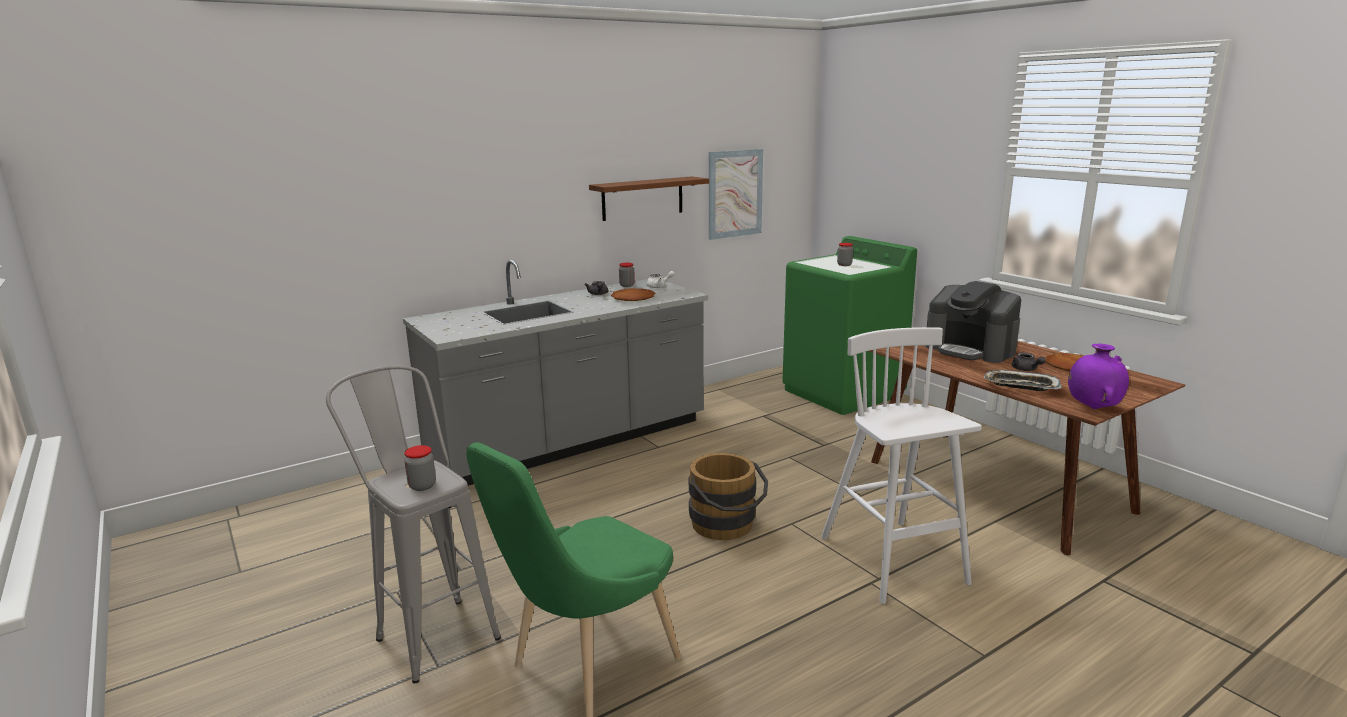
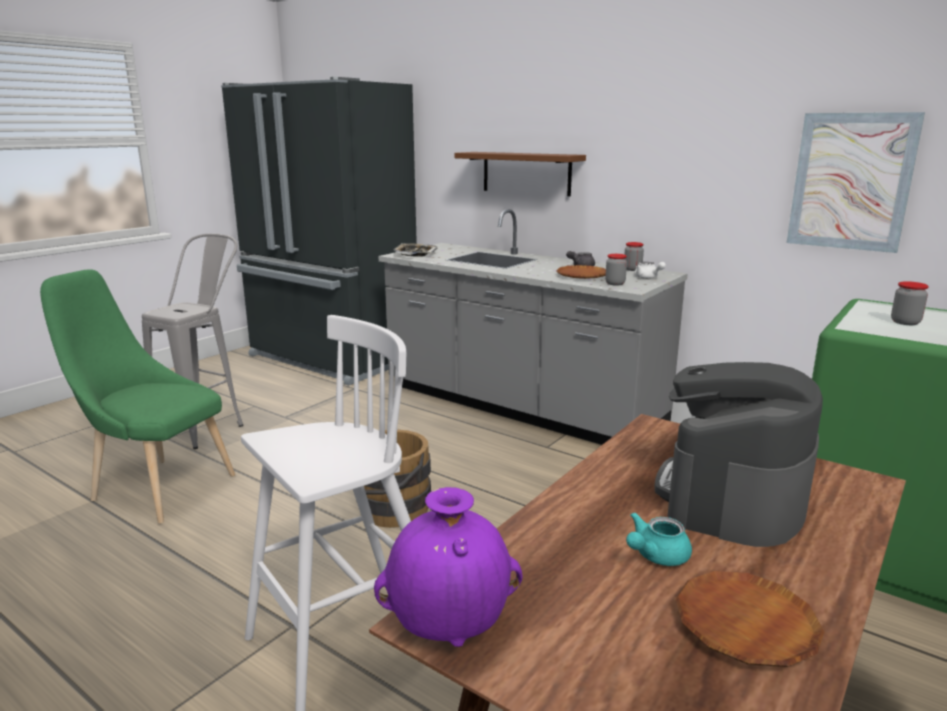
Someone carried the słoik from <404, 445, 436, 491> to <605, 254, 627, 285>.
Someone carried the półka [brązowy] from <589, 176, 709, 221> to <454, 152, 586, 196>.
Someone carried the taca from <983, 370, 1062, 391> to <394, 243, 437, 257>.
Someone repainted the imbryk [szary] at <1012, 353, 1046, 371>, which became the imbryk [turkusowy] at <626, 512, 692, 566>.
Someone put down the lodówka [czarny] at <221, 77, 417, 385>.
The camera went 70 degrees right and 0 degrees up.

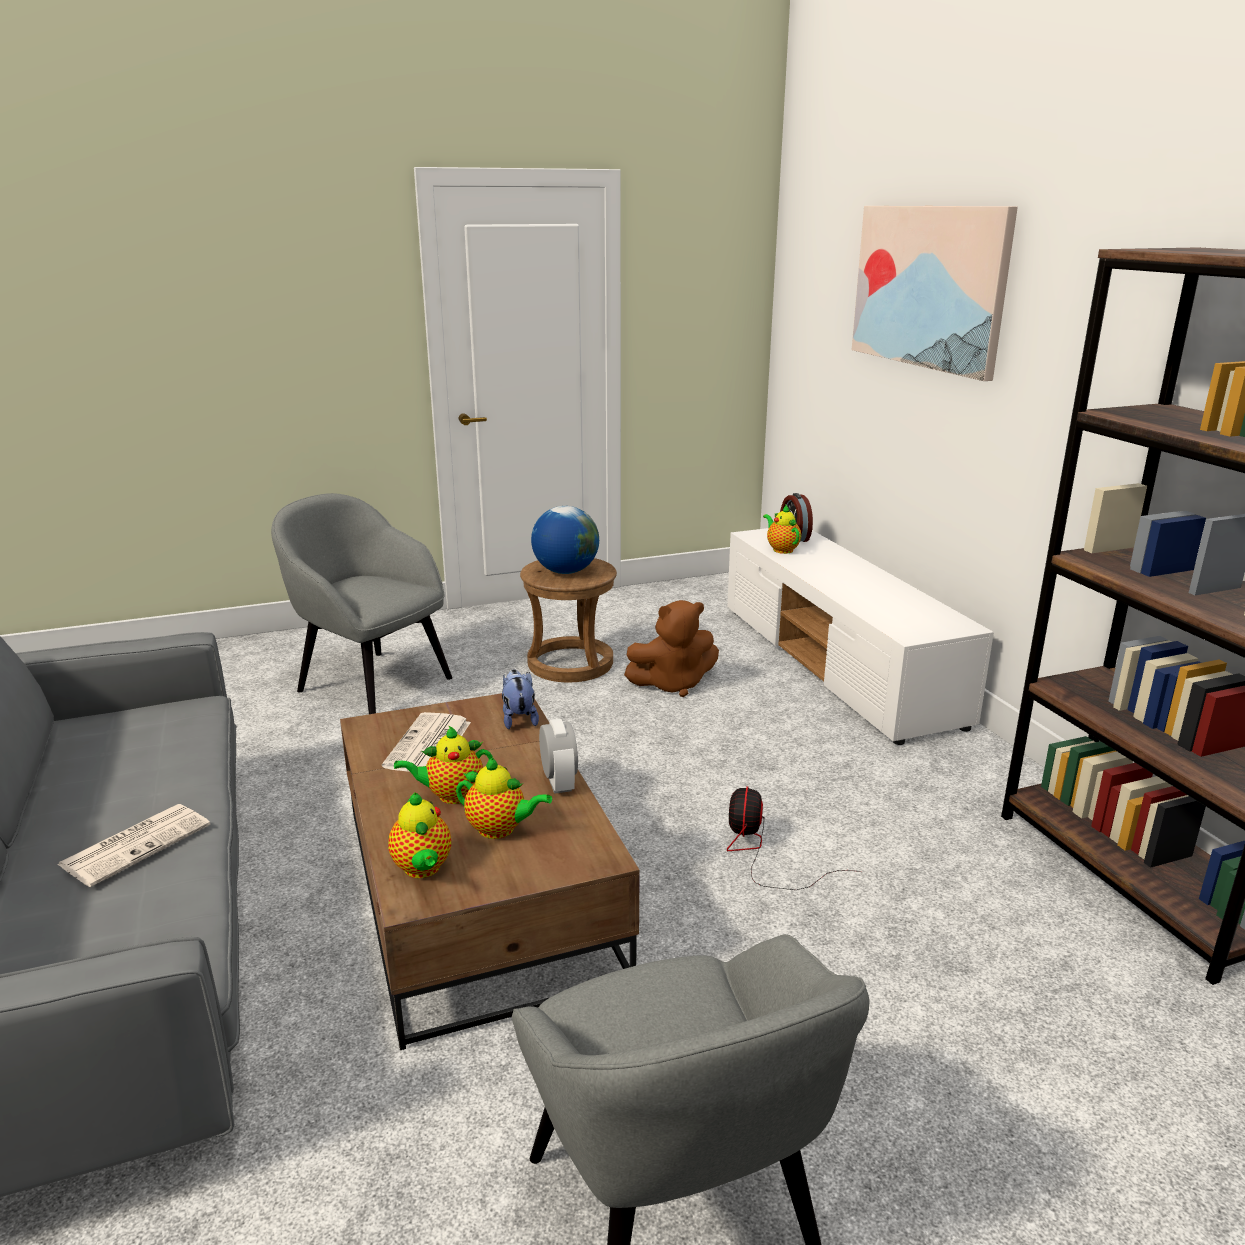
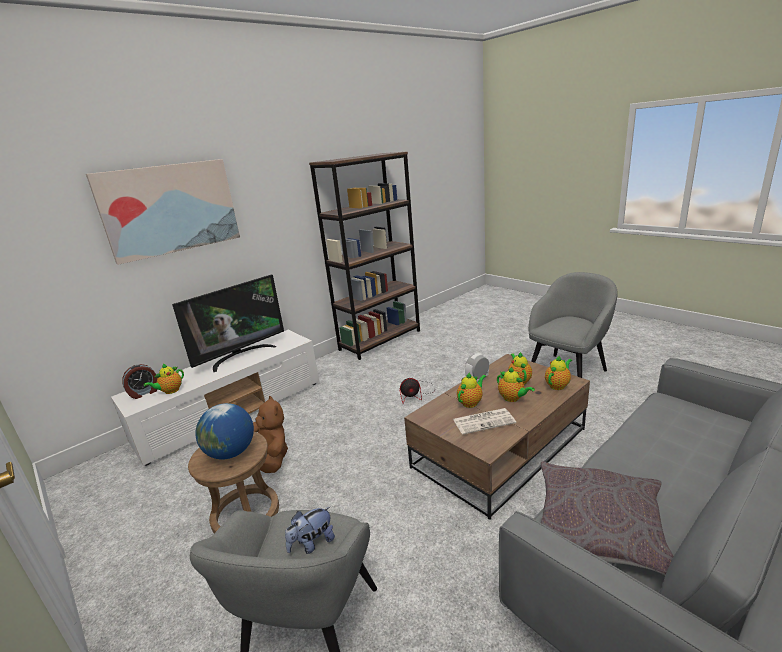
Someone took away the gazeta at <57, 804, 210, 887>.
Someone carried the pluszak from <502, 669, 539, 729> to <285, 506, 335, 554>.
Someone put down the telewizor at <172, 275, 284, 372>.
Someone put down the imbryk at <457, 372, 486, 408>.
Someone put down the poduszka [szary] at <541, 461, 674, 575>.
The camera went 110 degrees left and 0 degrees up.

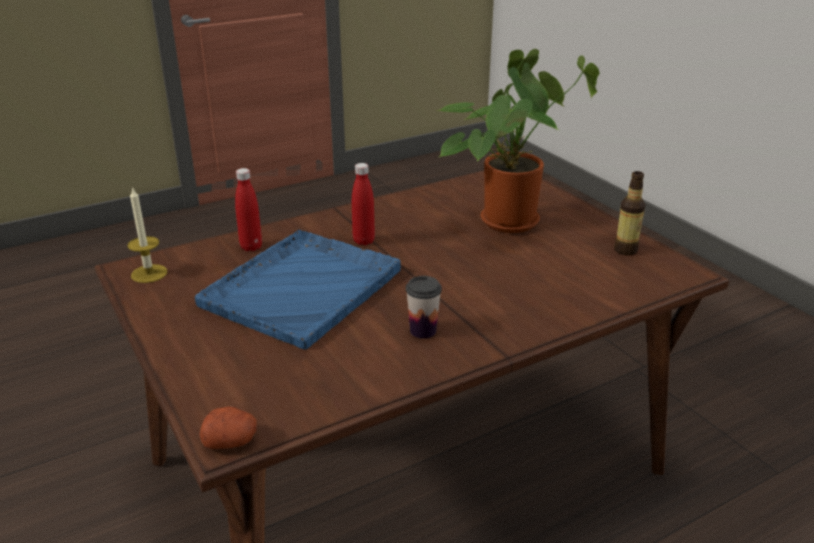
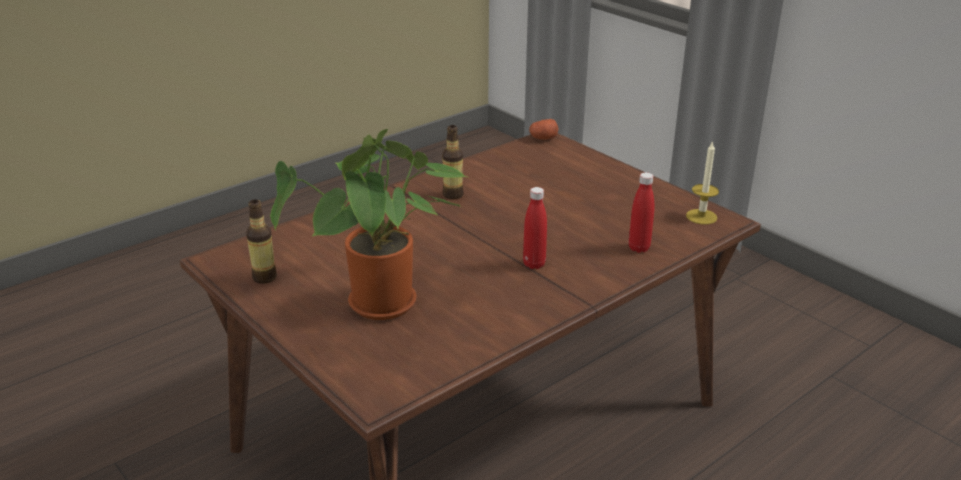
Someone took away the taca [niebieski] at <195, 230, 401, 350>.
Someone swapped the filiżanka at <406, 276, 442, 338> for the butelka at <442, 125, 464, 199>.
The camera went 170 degrees right and 0 degrees up.

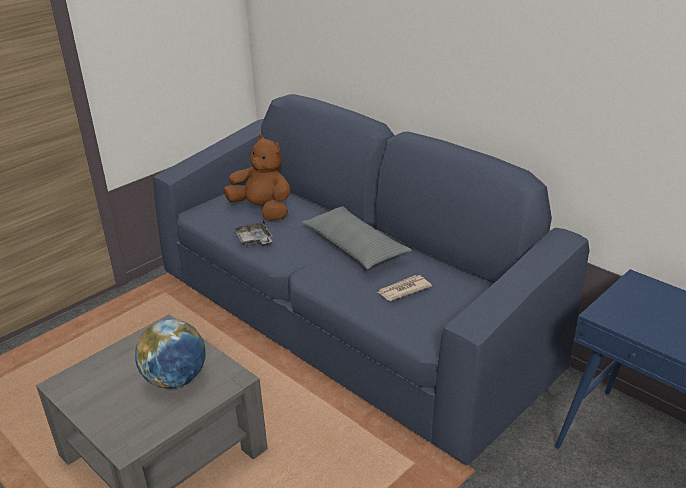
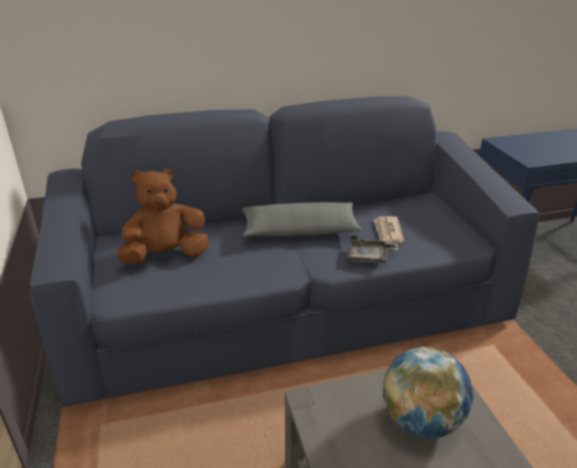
Someone carried the taca [szary] from <233, 219, 273, 246> to <348, 235, 398, 263>.
The camera went 60 degrees left and 0 degrees up.

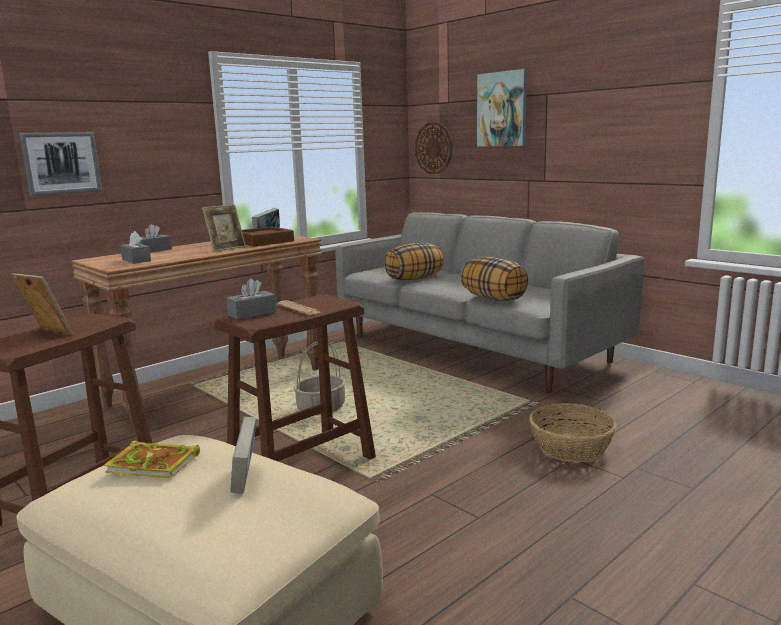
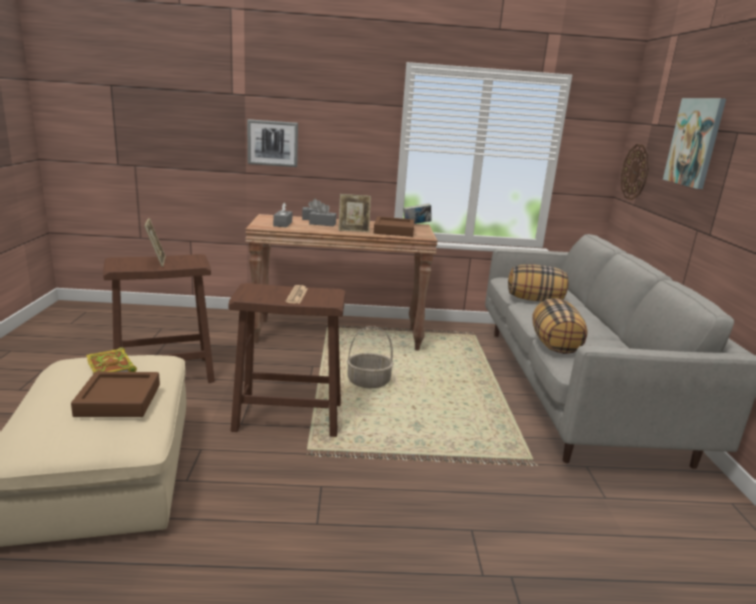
Someone carried the pudełko chusteczek [szary] from <226, 278, 276, 320> to <309, 203, 337, 226>.
Someone swapped the książka at <231, 417, 256, 494> for the taca [brązowy] at <71, 372, 160, 417>.
Someone took away the koszyk at <529, 403, 617, 462>.
The camera went 40 degrees right and 5 degrees up.

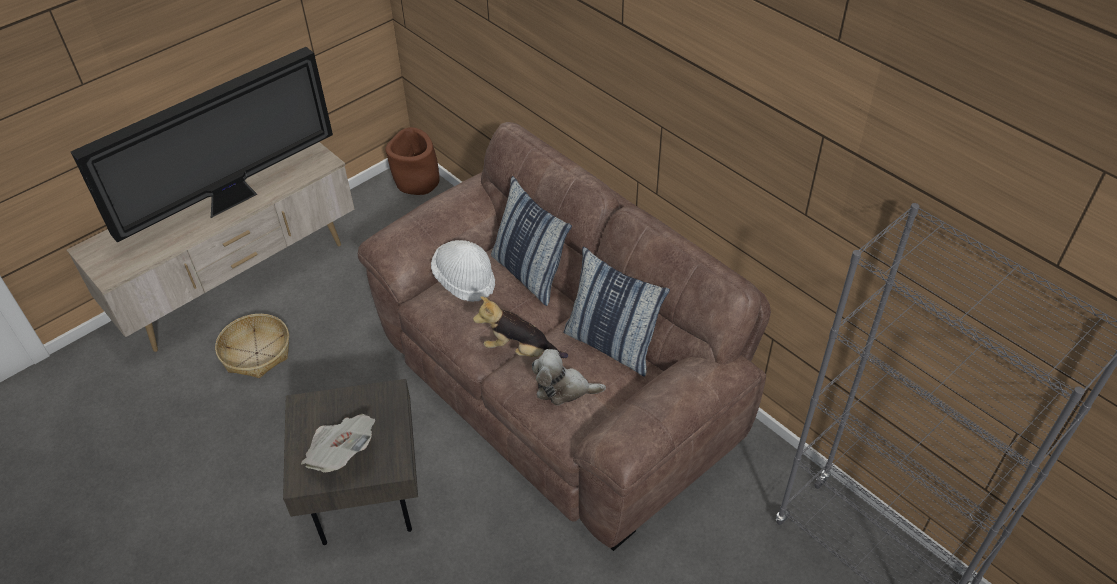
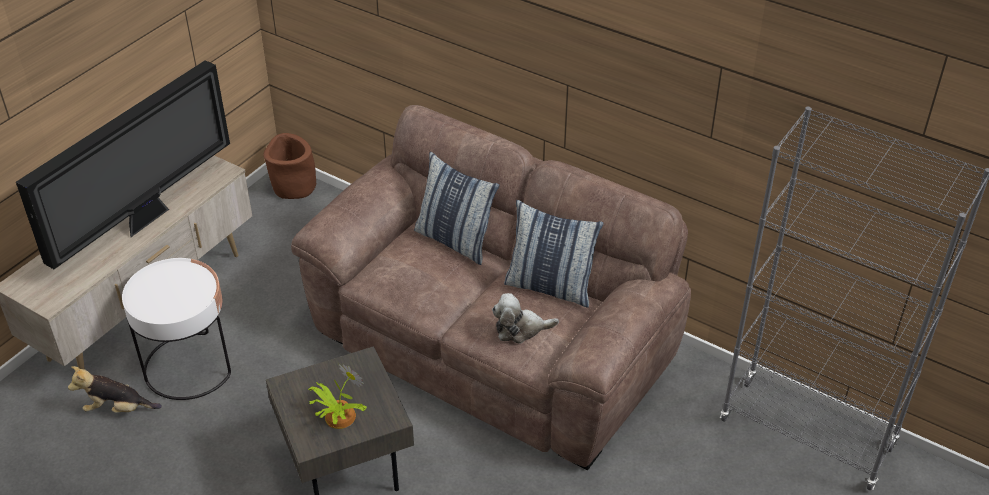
Someone swapped the koszyk at <215, 314, 289, 378> for the stolik [biały] at <122, 258, 231, 400>.
Someone swapped the gazeta at <301, 414, 375, 473> for the roślina doniczkowa at <308, 364, 367, 429>.
Someone took away the kapelusz [biały] at <431, 240, 495, 302>.
Someone carried the pluszak from <473, 296, 568, 358> to <68, 366, 162, 413>.
The camera went 15 degrees left and 5 degrees down.

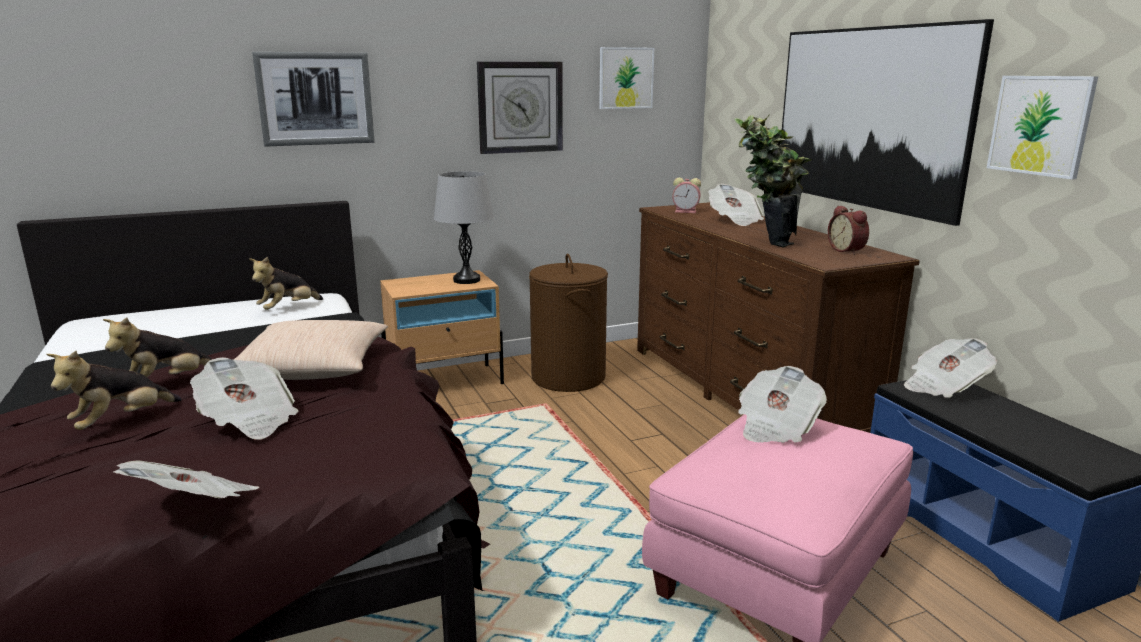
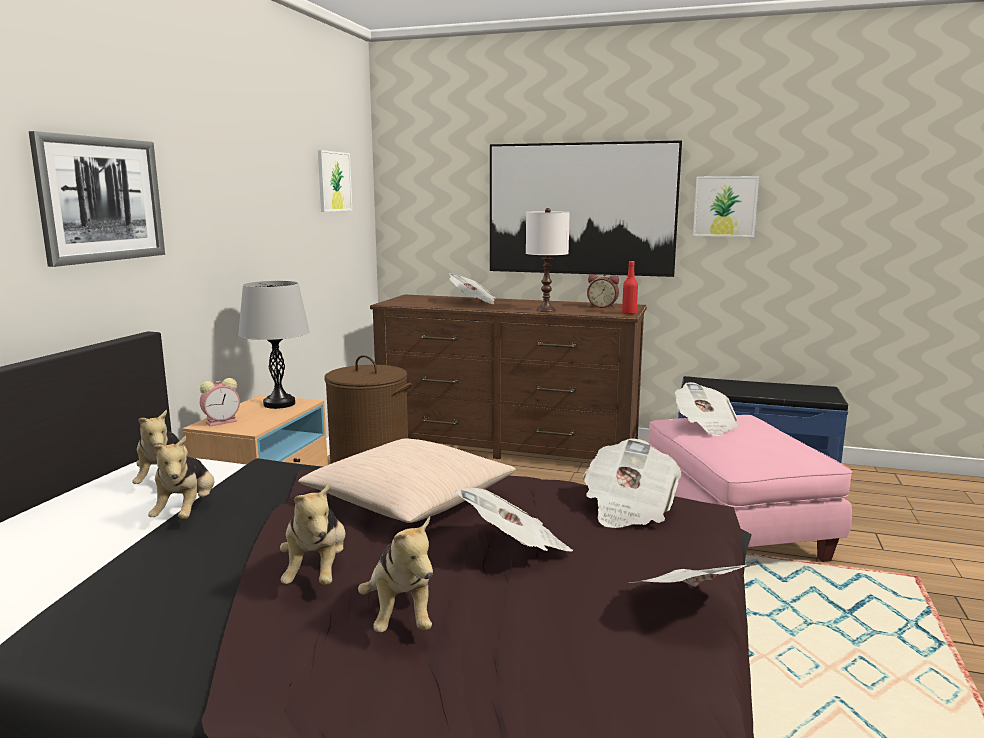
Someone took away the zegar ścienny at <477, 61, 563, 154>.
Someone carried the budzik from <672, 178, 701, 213> to <200, 378, 240, 426>.
Someone swapped the roślina doniczkowa at <734, 114, 812, 248> for the lampa stołowa [biały] at <526, 208, 570, 312>.
Someone carried the gazeta from <904, 338, 997, 398> to <583, 439, 682, 528>.
Someone put down the pluszak at <148, 436, 214, 519>.
Someone put down the butelka [czerwony] at <622, 261, 638, 314>.
The camera went 50 degrees left and 5 degrees down.

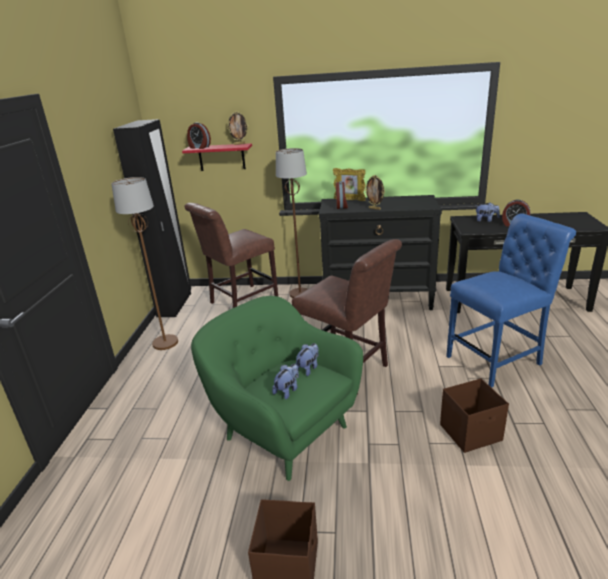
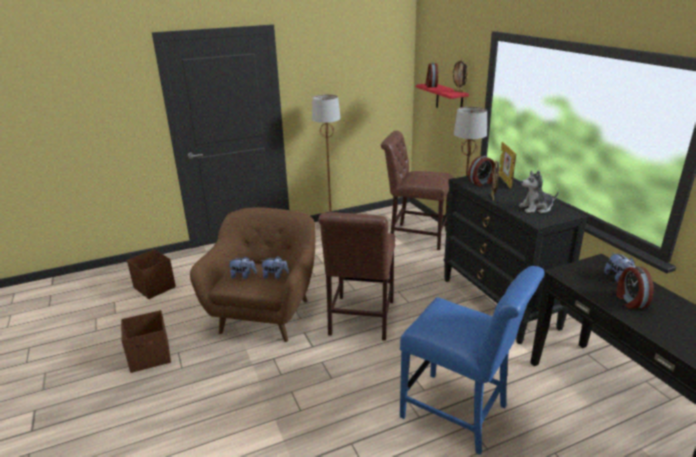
Someone took away the szafa [czarny] at <113, 119, 191, 317>.
Someone repainted the fotel [zielony] at <191, 296, 363, 481>, which became the fotel [brązowy] at <190, 207, 315, 342>.
Someone carried the pojemnik do przechowywania [brązowy] from <440, 378, 509, 453> to <127, 249, 176, 299>.
Someone put down the pluszak at <519, 171, 559, 214>.
The camera went 60 degrees right and 0 degrees up.

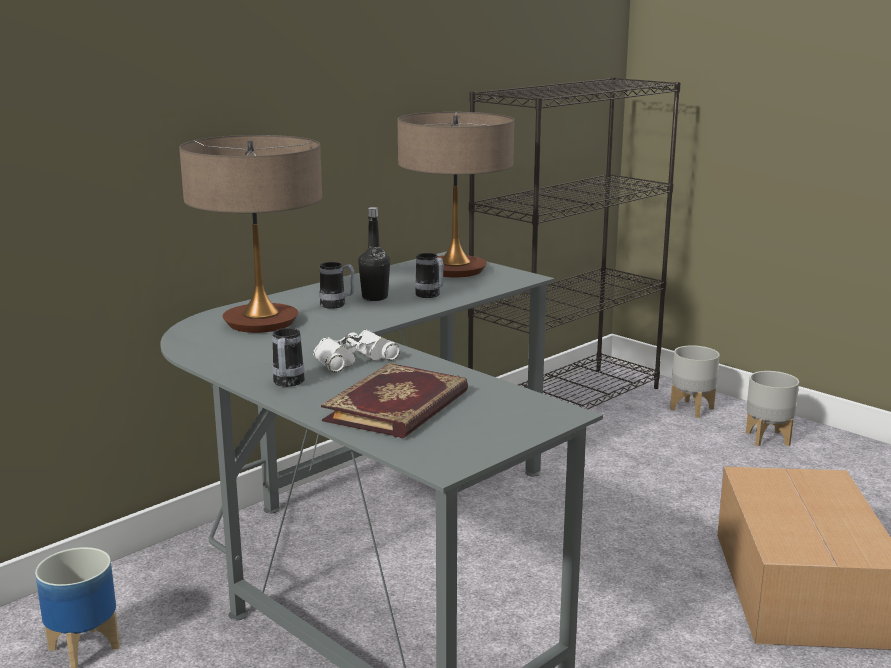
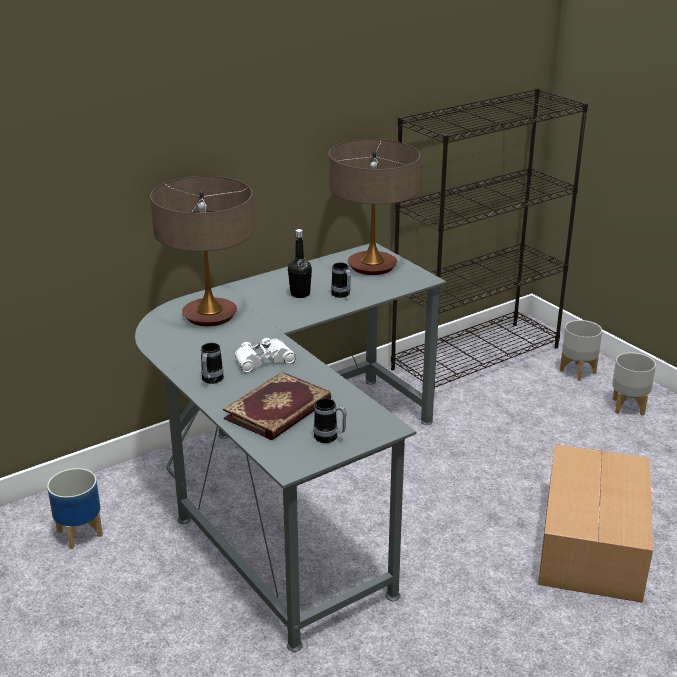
Someone carried the kubek from <319, 262, 354, 309> to <314, 398, 347, 443>.
The camera went 10 degrees right and 10 degrees up.

